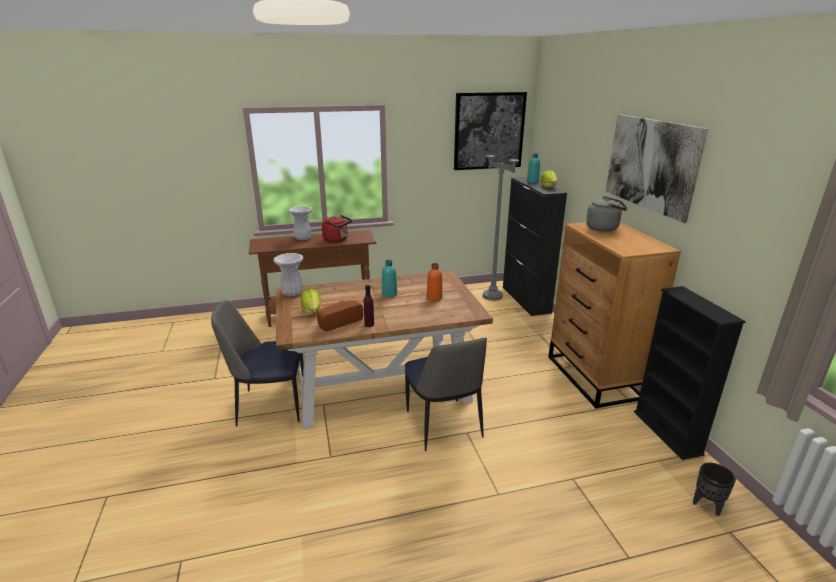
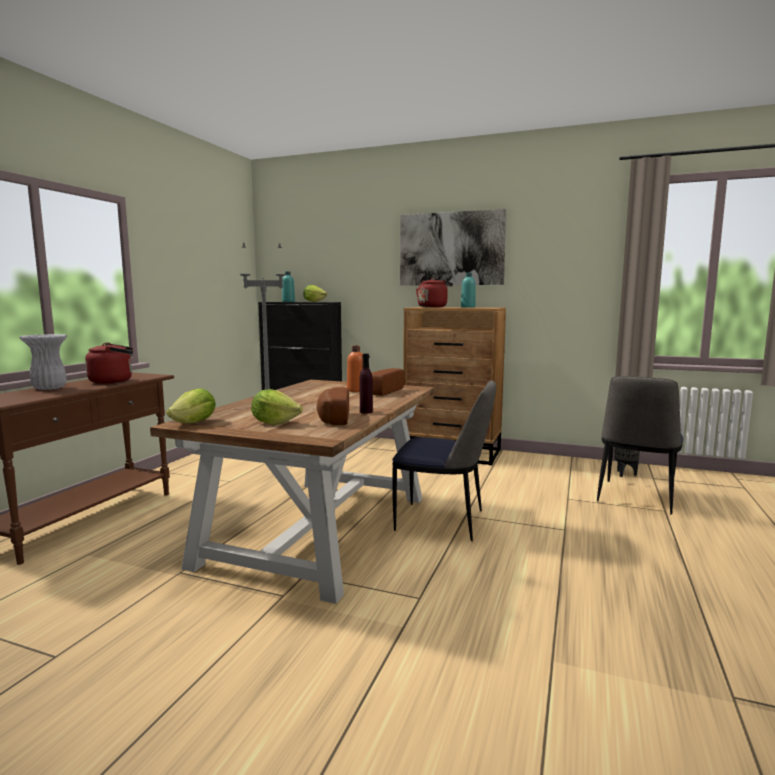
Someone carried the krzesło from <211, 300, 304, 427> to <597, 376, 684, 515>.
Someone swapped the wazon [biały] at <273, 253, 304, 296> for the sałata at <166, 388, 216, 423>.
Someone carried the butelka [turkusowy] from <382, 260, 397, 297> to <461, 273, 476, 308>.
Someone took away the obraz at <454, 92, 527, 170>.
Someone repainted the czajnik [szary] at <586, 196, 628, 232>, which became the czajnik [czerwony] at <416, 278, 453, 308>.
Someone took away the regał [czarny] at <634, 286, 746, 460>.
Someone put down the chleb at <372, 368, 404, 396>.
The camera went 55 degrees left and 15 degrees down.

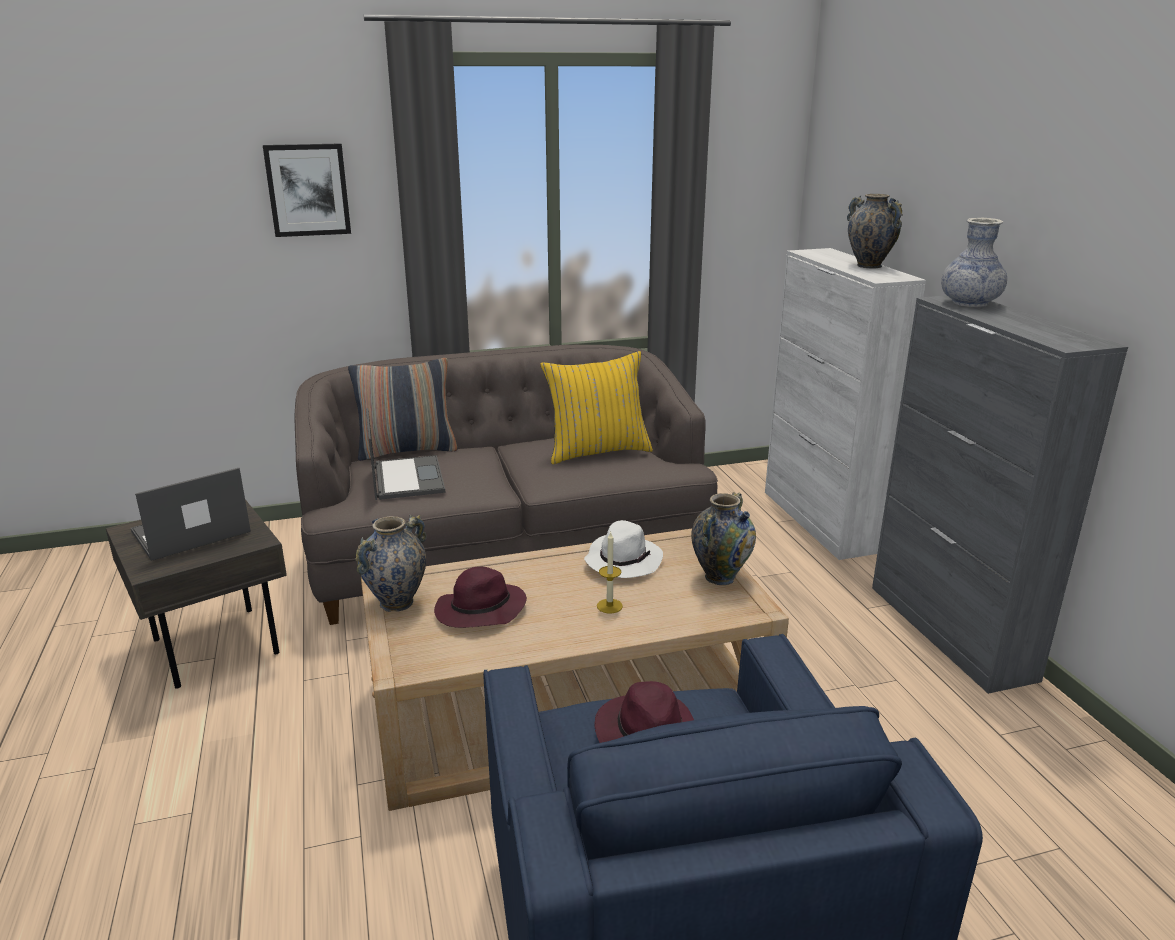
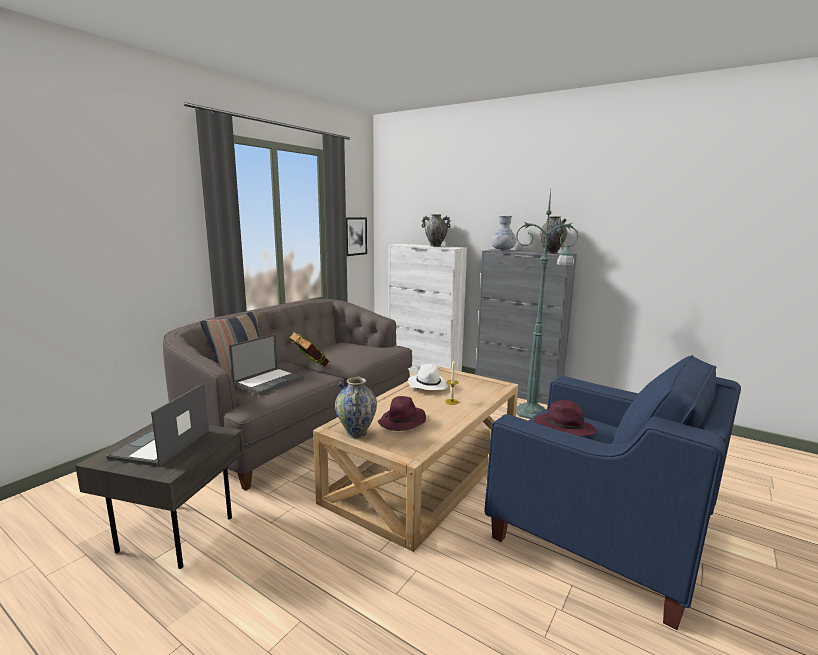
Someone carried the obraz from <263, 143, 351, 237> to <346, 217, 367, 256>.
Someone rotated the laptop at <366, 408, 445, 500> by 90 degrees clockwise.
Someone took away the poduszka [żółty] at <540, 351, 653, 464>.
Someone carried the wazon from <691, 492, 756, 585> to <540, 216, 567, 254>.
Someone put down the książka at <289, 331, 329, 367>.
Someone put down the lampa stojąca [zielony] at <516, 191, 579, 419>.
The camera went 40 degrees left and 10 degrees down.

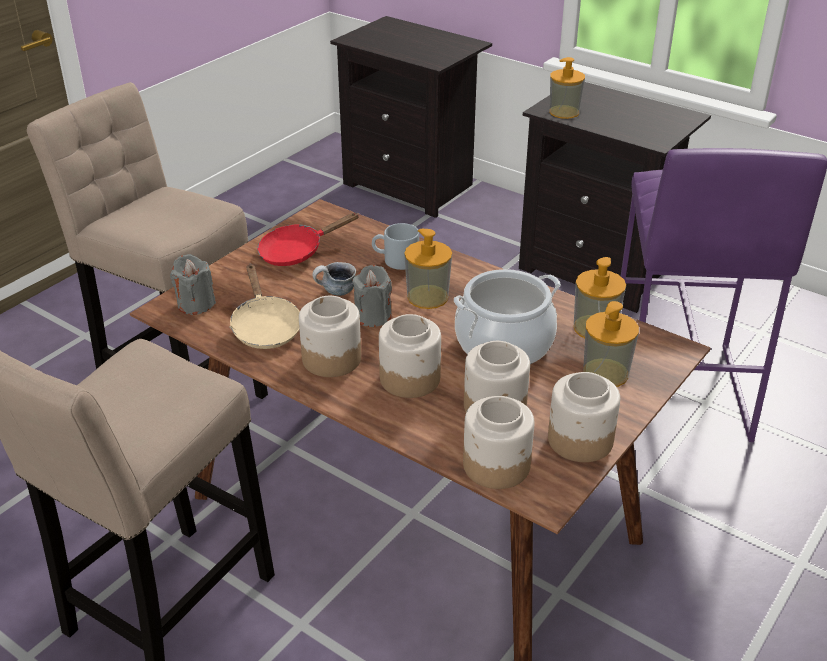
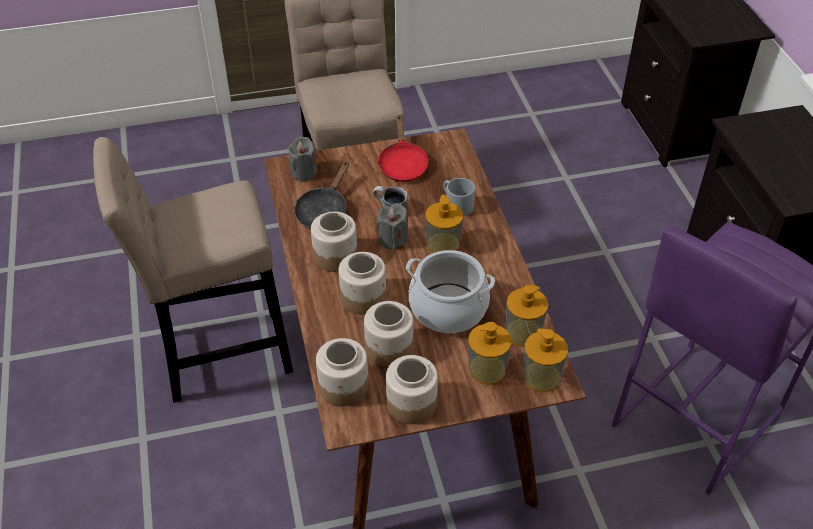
Someone repainted the patelnia [beżowy] at <229, 264, 300, 349>, which became the patelnia [czarny] at <294, 161, 349, 229>.
Someone rotated the patelnia [czerwony] at <257, 212, 359, 266> by 105 degrees counterclockwise.
Someone carried the dozownik mydła from <549, 57, 585, 119> to <523, 329, 568, 392>.
The camera went 40 degrees right and 10 degrees up.

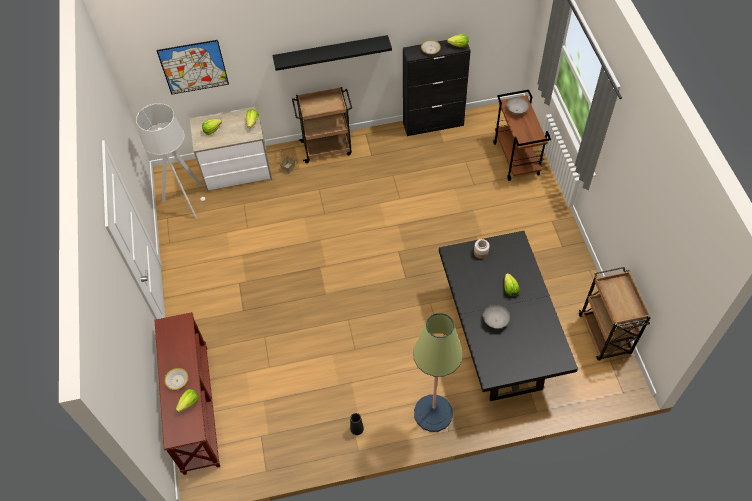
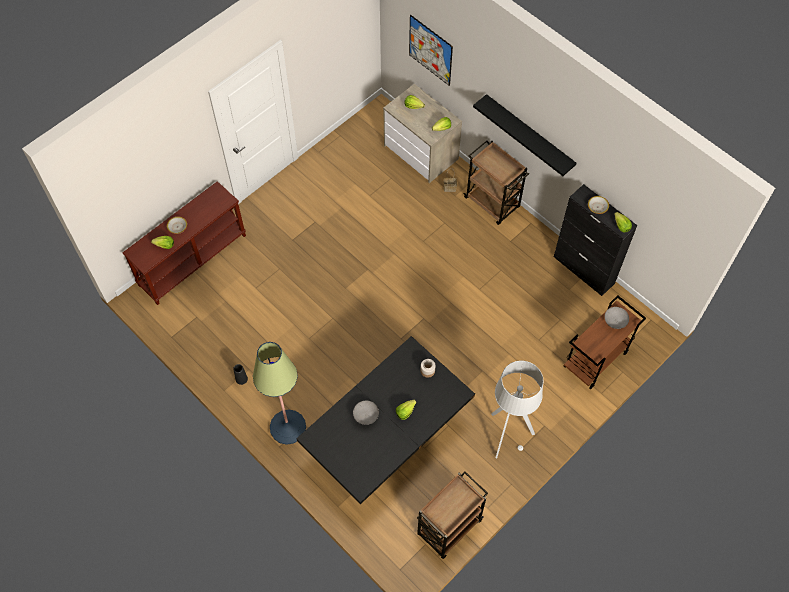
Someone carried the lampa stojąca [szary] from <136, 103, 205, 218> to <491, 361, 544, 458>.
The camera went 55 degrees right and 5 degrees up.

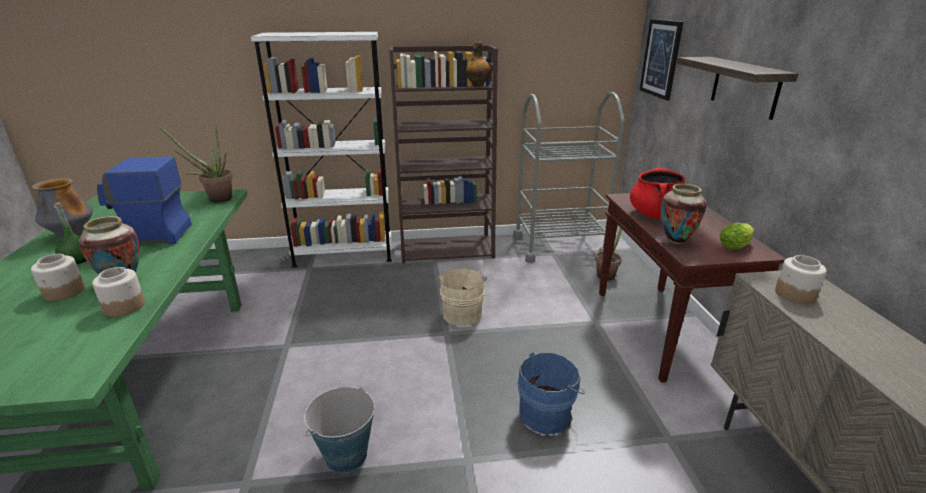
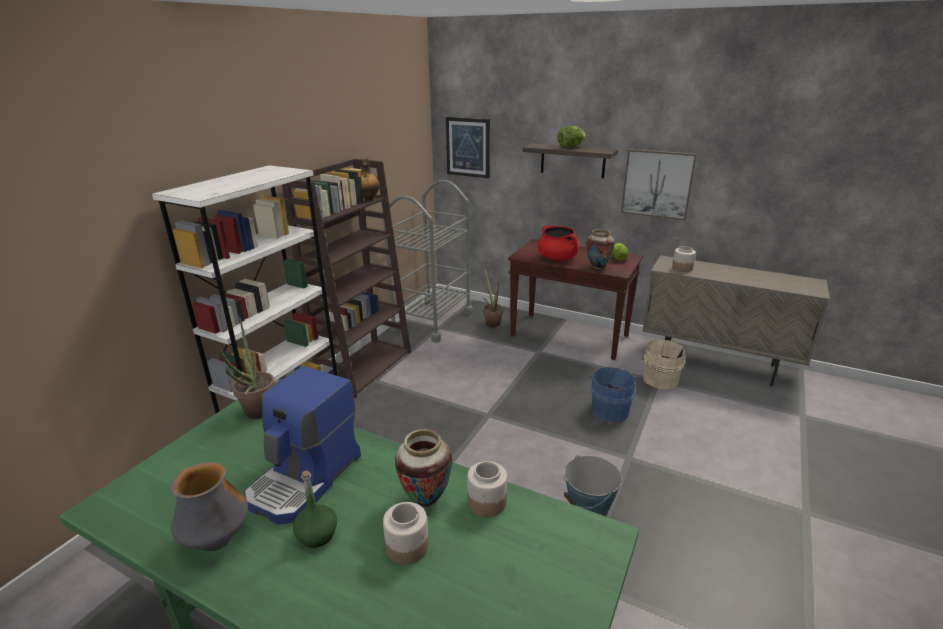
Someone carried the wiadro [beżowy] from <438, 268, 487, 326> to <641, 339, 686, 390>.
Someone put down the sałata at <557, 126, 586, 148>.
Someone put up the obraz at <621, 149, 697, 220>.
The camera went 55 degrees left and 0 degrees up.

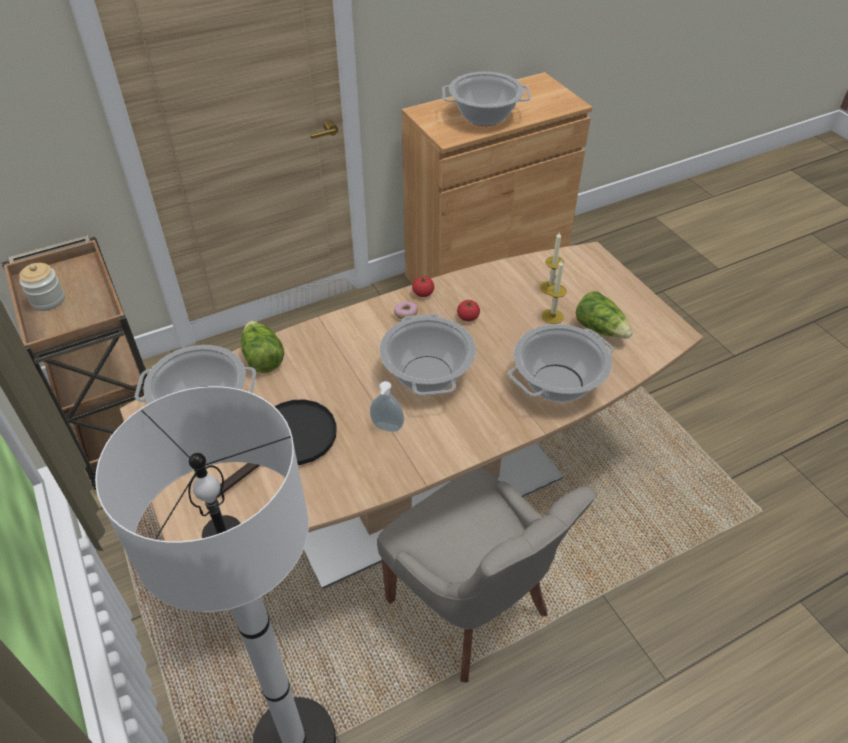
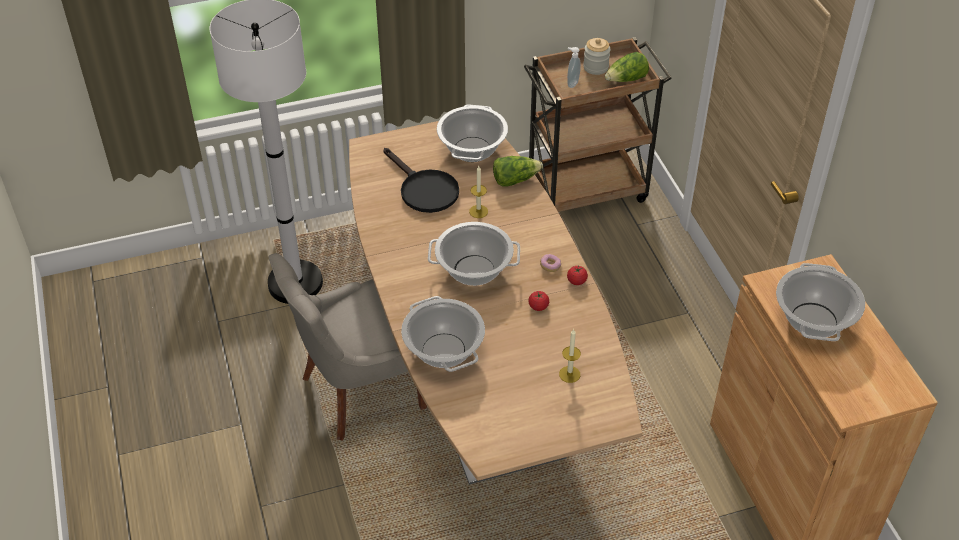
Someone carried the dozownik mydła from <370, 381, 404, 432> to <567, 47, 581, 88>.
Someone carried the świeca from <542, 260, 567, 324> to <469, 166, 488, 218>.
Someone carried the sałata from <576, 291, 633, 338> to <605, 52, 649, 82>.
The camera went 100 degrees right and 0 degrees up.

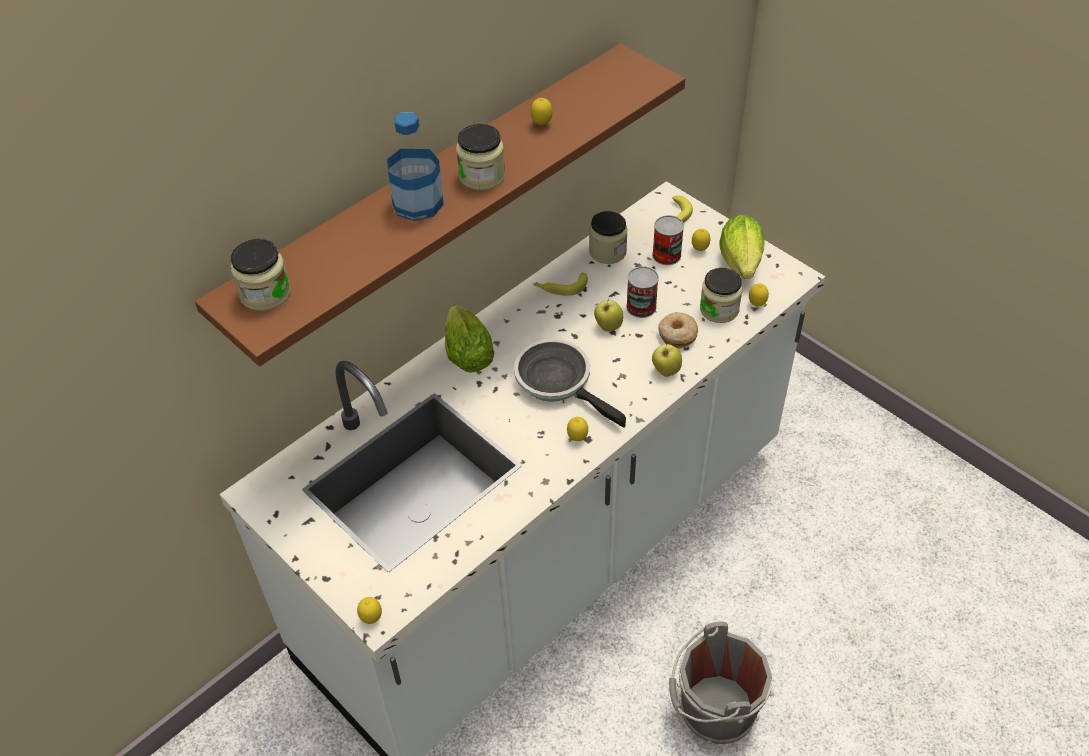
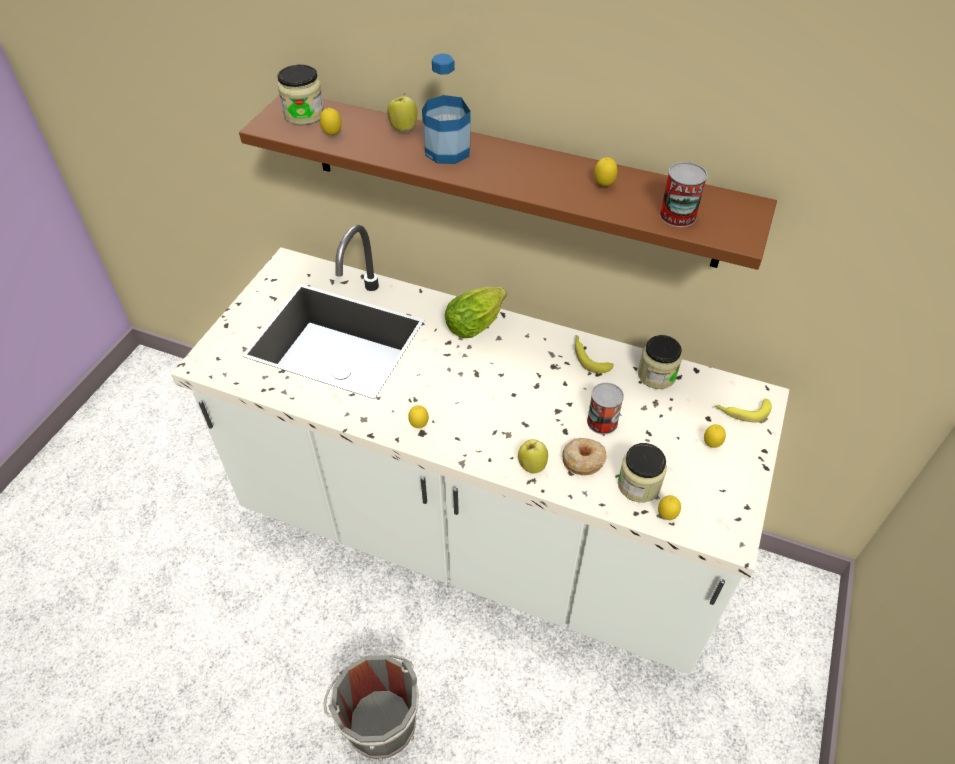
Someone carried the cytryna from <357, 597, 382, 624> to <320, 108, 342, 136>.
Someone took away the słoik at <456, 124, 505, 190>.
Someone took away the patelnia at <514, 339, 626, 428>.
Someone carried the jabłko from <594, 299, 623, 332> to <387, 93, 418, 131>.
Someone carried the puszka from <652, 215, 684, 265> to <660, 162, 707, 227>.
Someone took away the sałata at <719, 214, 764, 279>.
The camera went 65 degrees right and 0 degrees up.

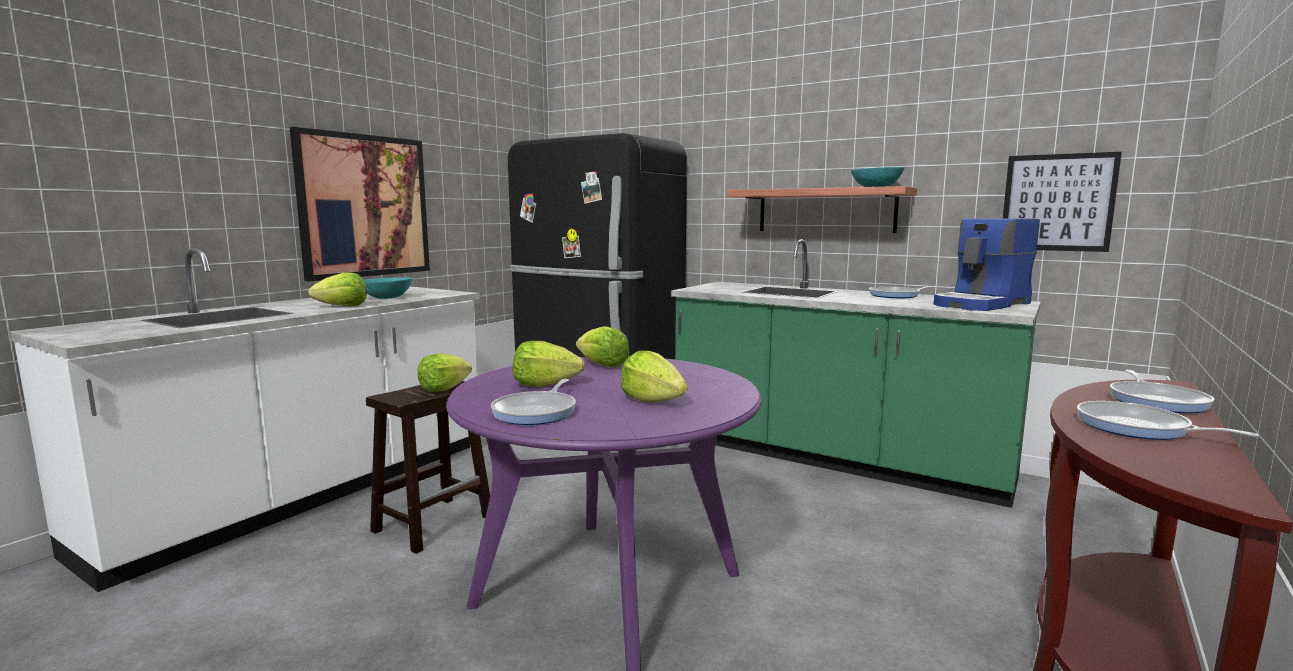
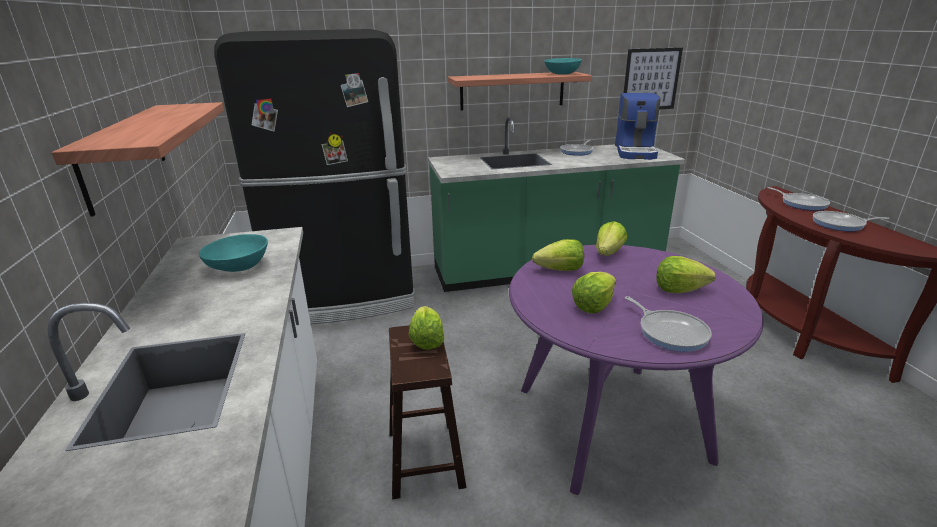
Someone swapped the obraz at <290, 127, 430, 281> for the półka at <52, 102, 224, 217>.
Someone carried the sałata from <308, 273, 367, 306> to <596, 221, 627, 256>.
The camera went 45 degrees left and 15 degrees up.

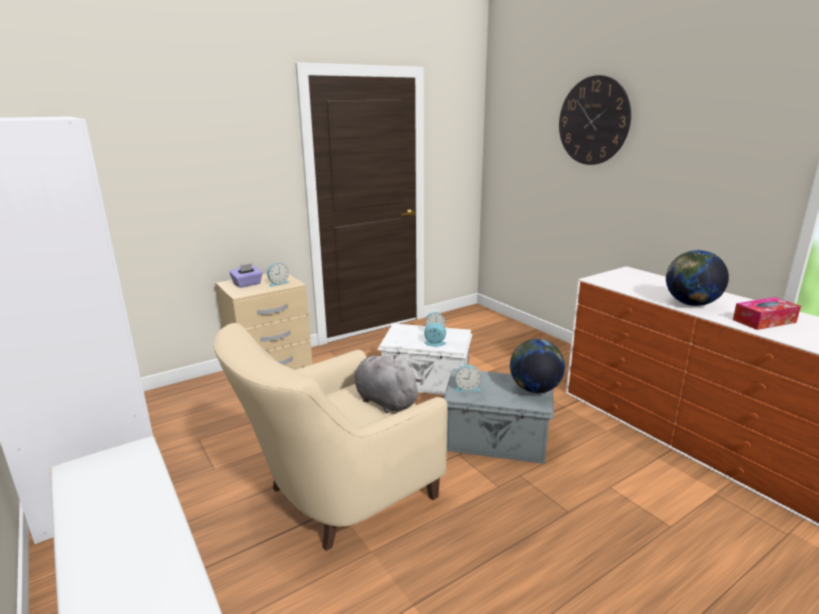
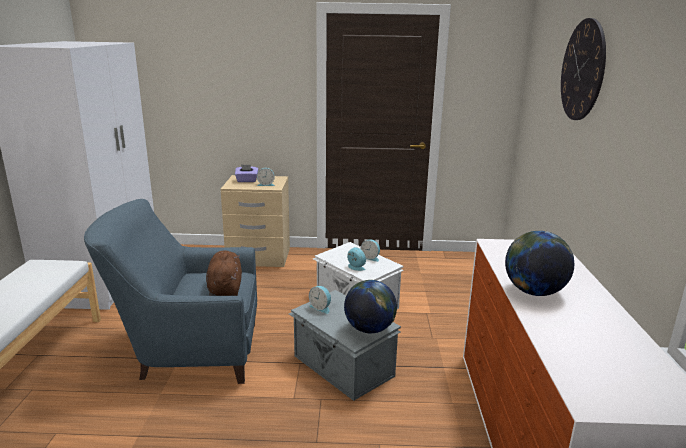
Someone repainted the fotel [beżowy] at <214, 323, 448, 551>, which became the fotel [niebieski] at <84, 199, 257, 384>.
Someone repainted the pluszak [szary] at <354, 355, 422, 413>, which became the pluszak [brązowy] at <206, 250, 242, 296>.
Someone took away the pudełko chusteczek at <733, 297, 801, 330>.
The camera went 35 degrees right and 0 degrees up.

